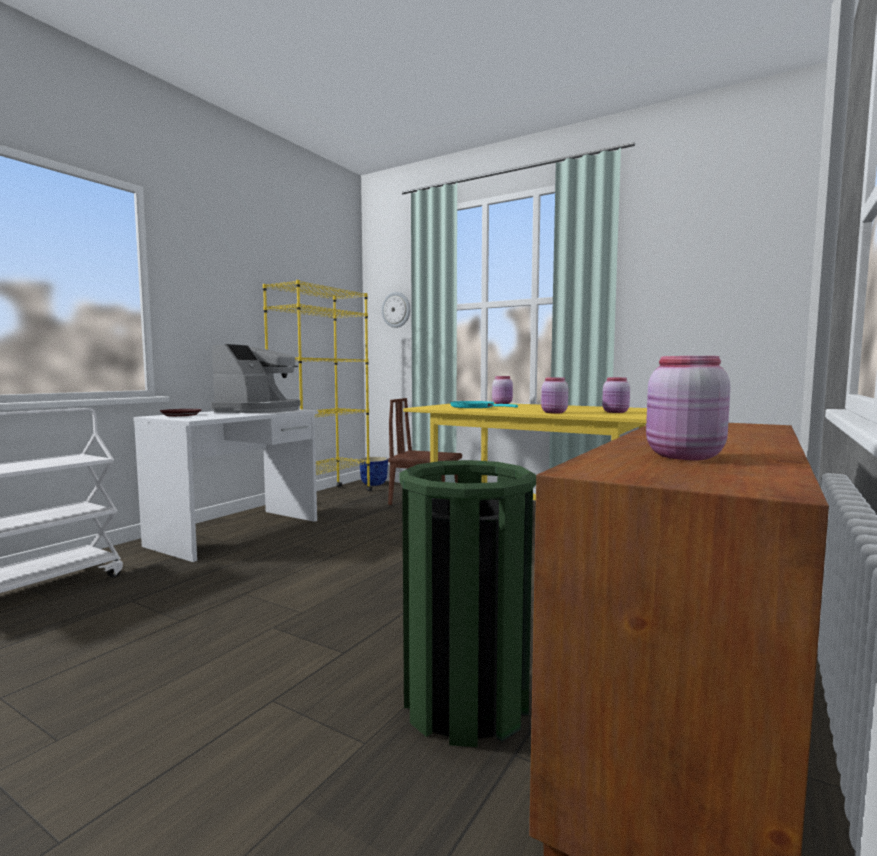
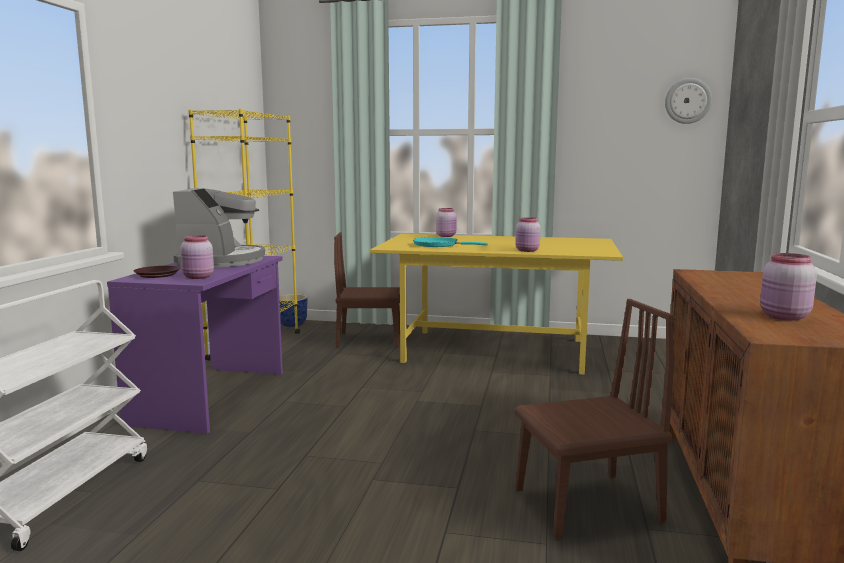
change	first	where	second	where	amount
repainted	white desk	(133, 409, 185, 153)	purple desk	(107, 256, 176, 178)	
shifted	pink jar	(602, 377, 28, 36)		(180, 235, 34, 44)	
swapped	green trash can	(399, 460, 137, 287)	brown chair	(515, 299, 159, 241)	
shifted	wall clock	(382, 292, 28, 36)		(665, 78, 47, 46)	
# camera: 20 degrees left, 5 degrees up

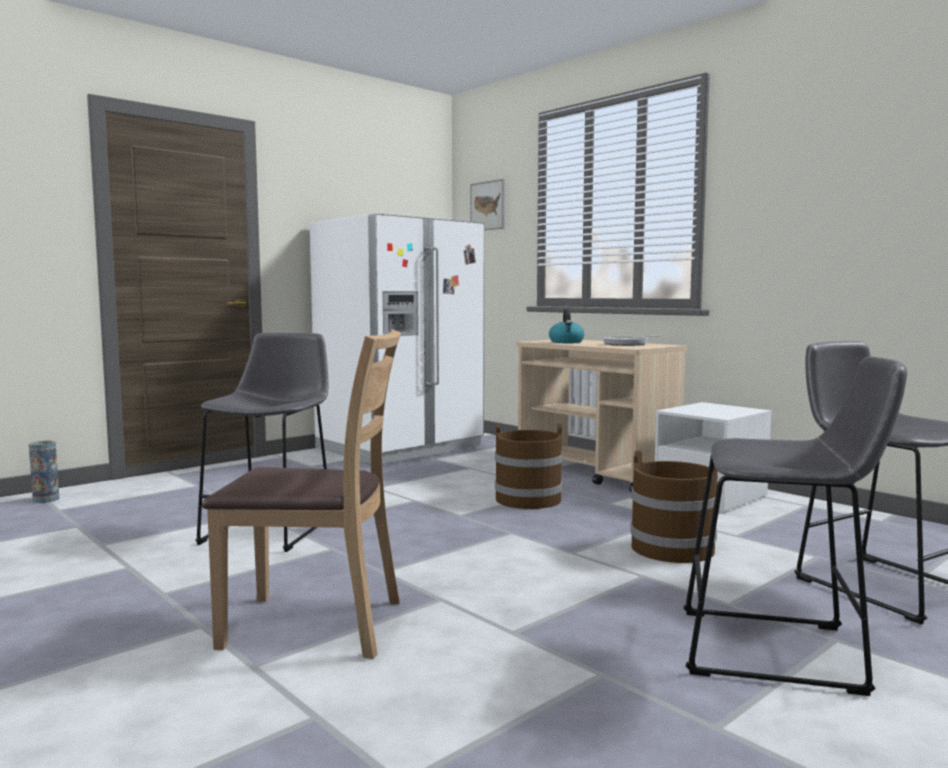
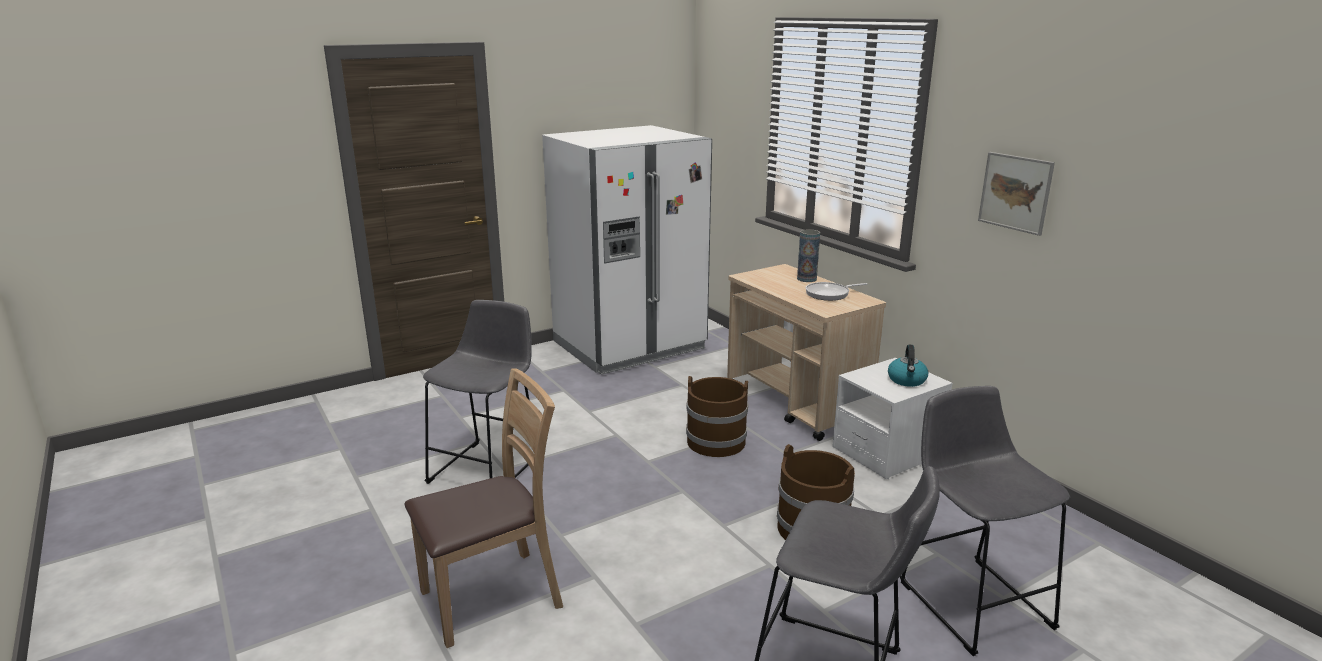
change	first	where	second	where	amount
rotated	brown chair	(202, 330, 199, 329)		(405, 369, 158, 279)	45 degrees counterclockwise
shifted	vase	(29, 441, 30, 62)		(797, 229, 23, 53)	
shifted	kettle	(549, 308, 35, 35)		(888, 345, 40, 42)	
shifted	picture	(470, 179, 35, 51)		(978, 152, 77, 84)	
# camera: 10 degrees right, 15 degrees up

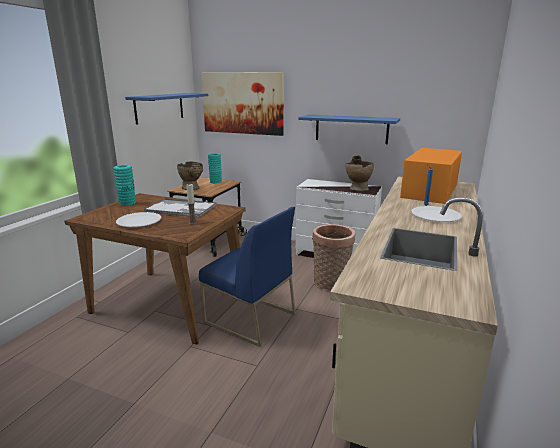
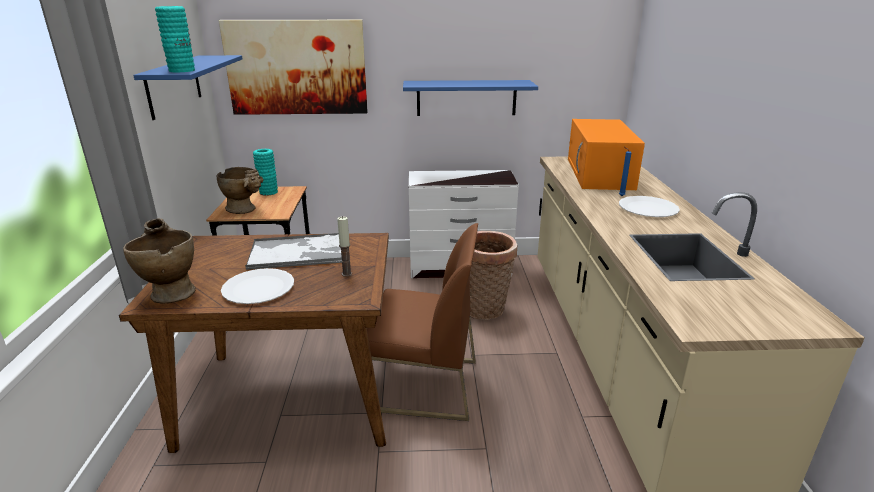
change	first	where	second	where	amount
shifted	beige vase	(346, 156, 28, 35)		(123, 218, 73, 86)	
shifted	turquoise vase	(113, 165, 23, 41)		(155, 6, 40, 66)	
repainted	blue chair	(199, 207, 97, 140)	brown chair	(367, 223, 111, 198)	
# camera: 25 degrees left, 5 degrees up

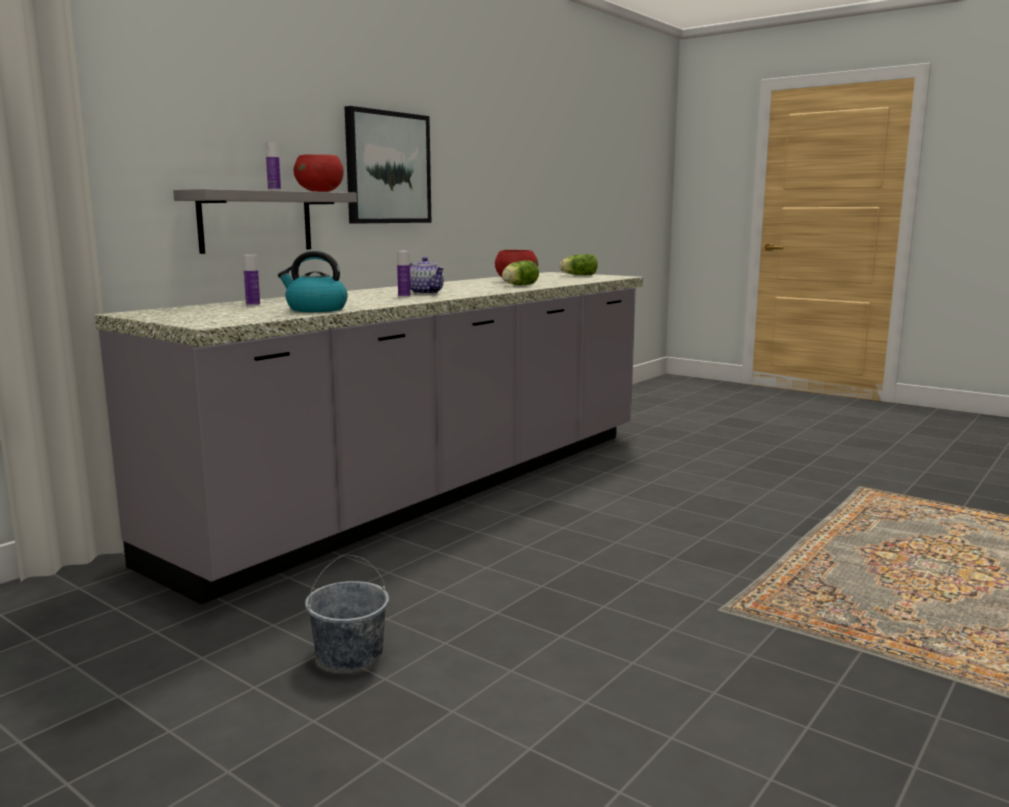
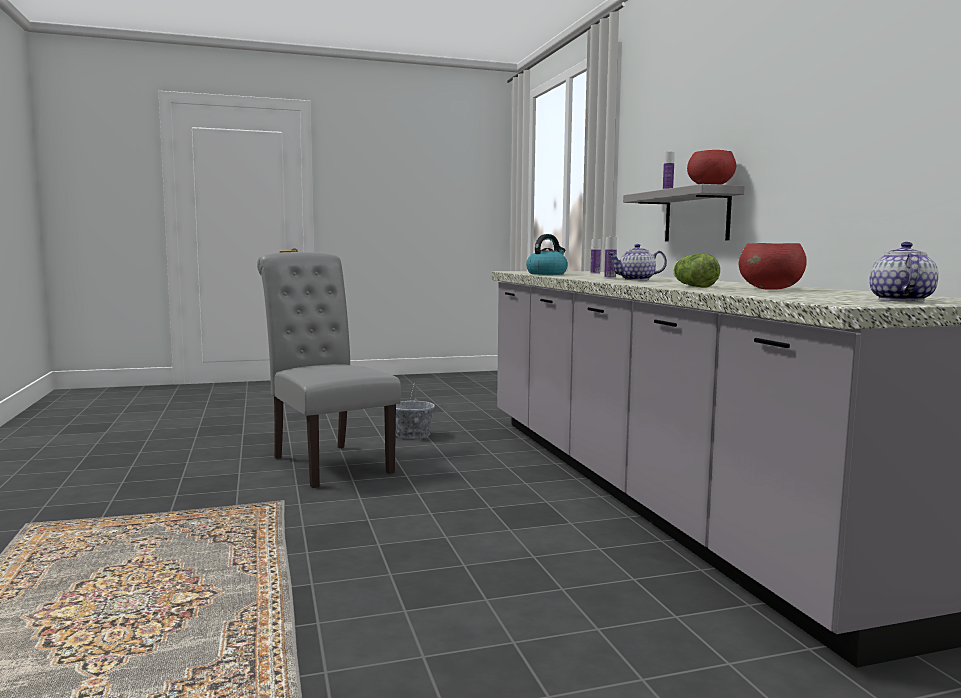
change	first	where	second	where	amount
new			grey chair	(257, 252, 144, 236)	
swapped	lettuce	(559, 254, 39, 21)	teapot	(870, 242, 69, 60)	
gone	picture	(345, 106, 86, 118)			
# camera: 125 degrees right, 5 degrees down

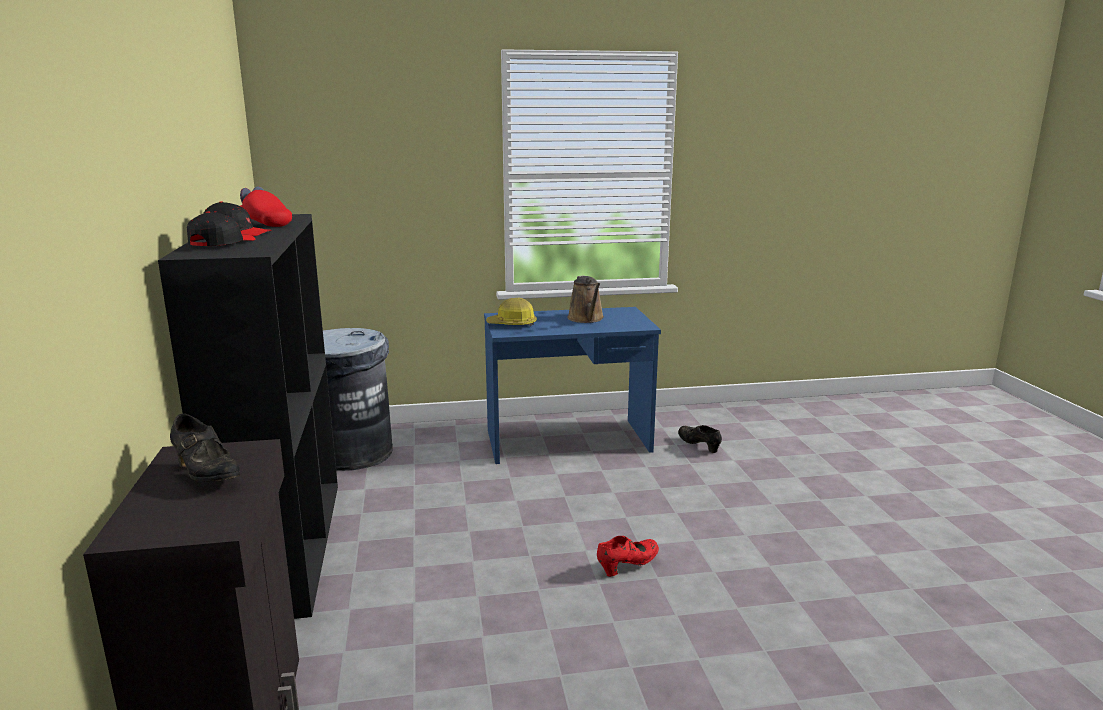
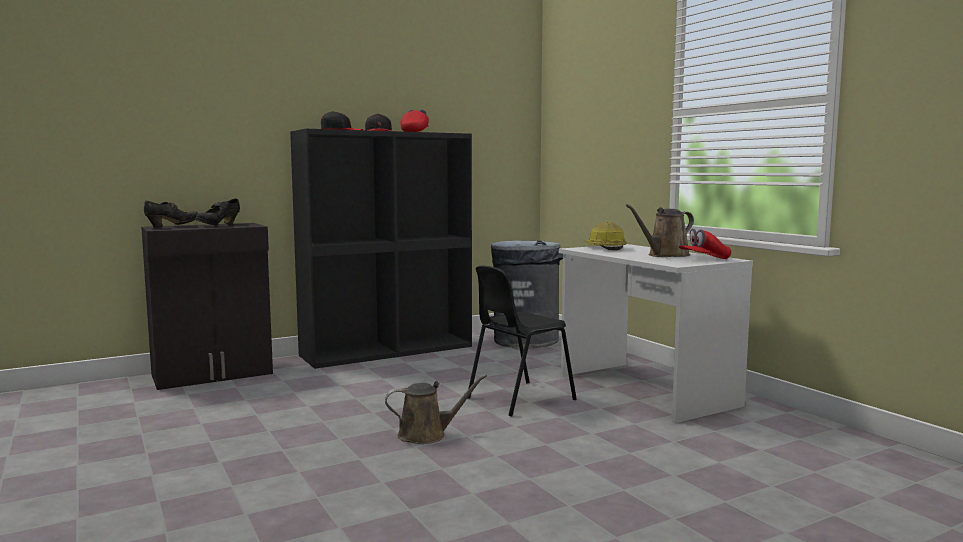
change	first	where	second	where	amount
shifted	black shoe	(678, 425, 44, 28)		(144, 201, 54, 27)	
swapped	red shoe	(597, 536, 62, 41)	brown watering can	(385, 374, 102, 70)	
new			black chair	(468, 266, 109, 151)	
repainted	blue desk	(484, 307, 177, 157)	white desk	(559, 244, 194, 179)	
new			red cap	(679, 228, 52, 31)	
# camera: 70 degrees right, 10 degrees down

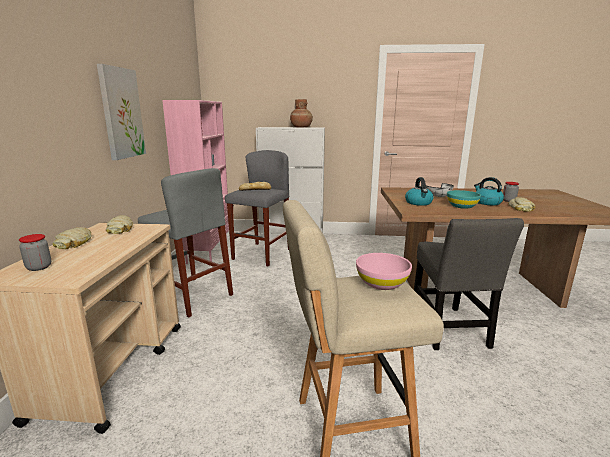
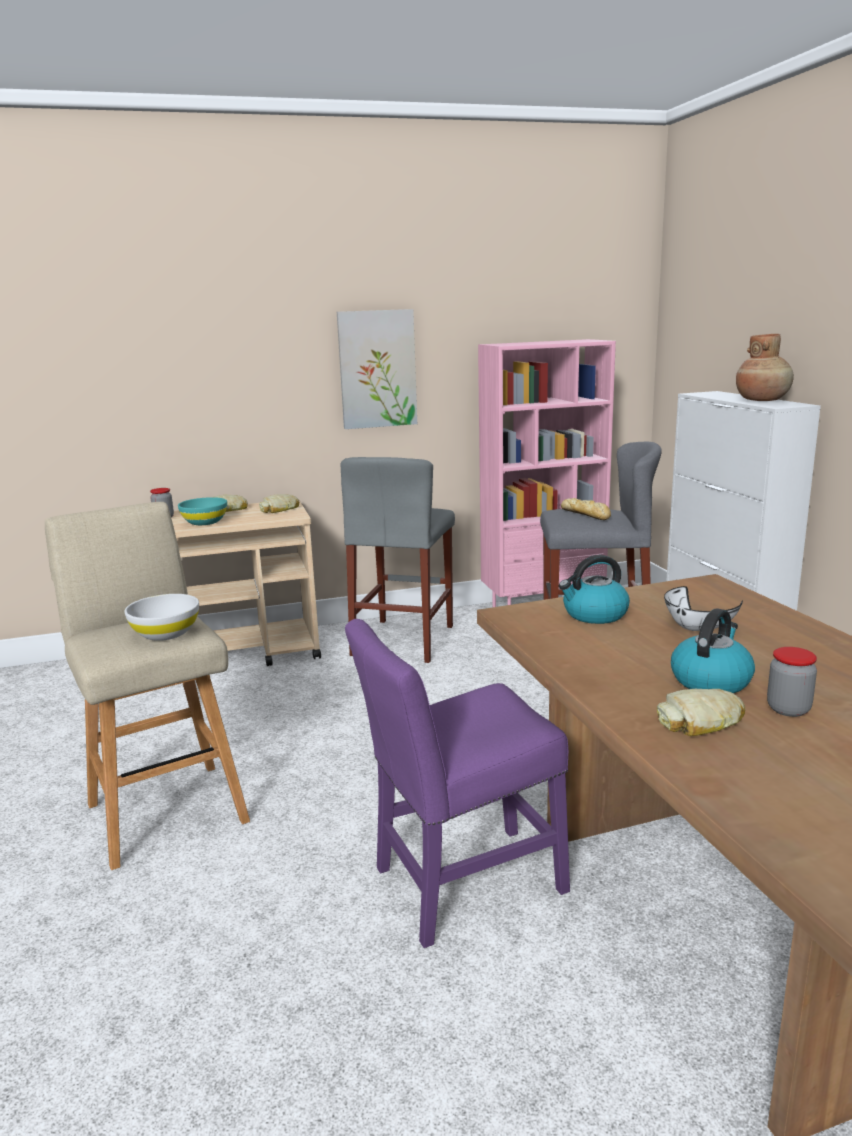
change	first	where	second	where	amount
repainted	pink bowl	(356, 253, 56, 37)	white bowl	(124, 594, 75, 47)	
shifted	turquoise bowl	(447, 190, 34, 19)		(178, 497, 49, 28)	
repainted	grey chair	(414, 218, 110, 132)	purple chair	(345, 619, 225, 329)	
# camera: 70 degrees right, 0 degrees up

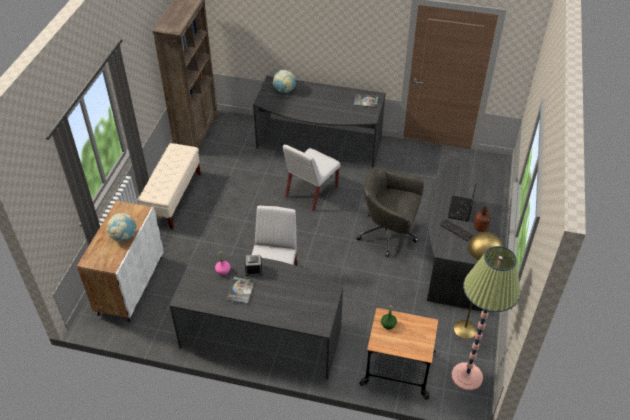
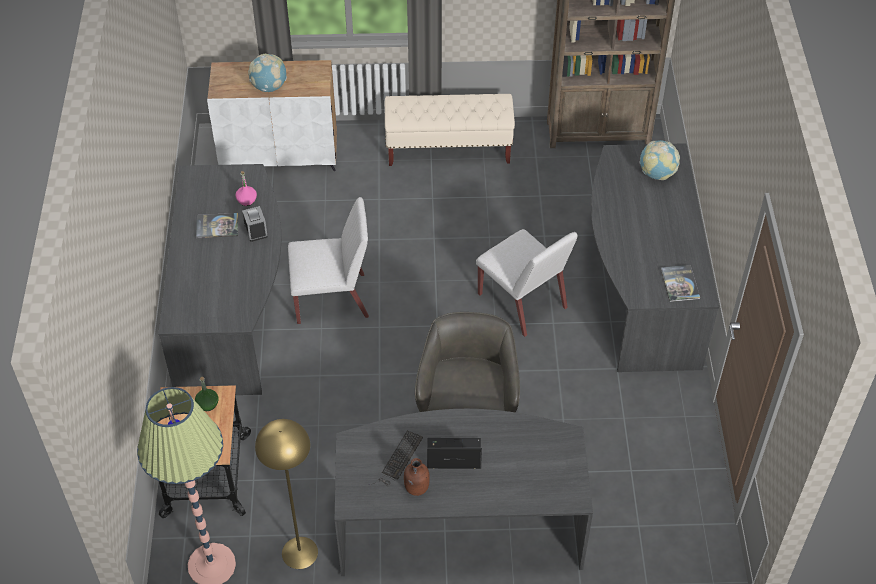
change	first	where	second	where	amount
rotated	white chair	(283, 145, 58, 67)		(476, 229, 102, 108)	150 degrees counterclockwise
# camera: 75 degrees right, 5 degrees up

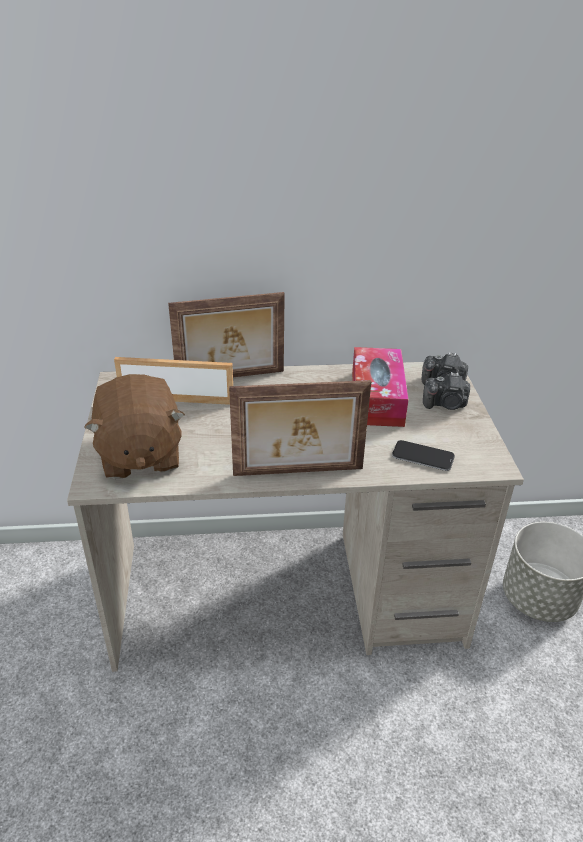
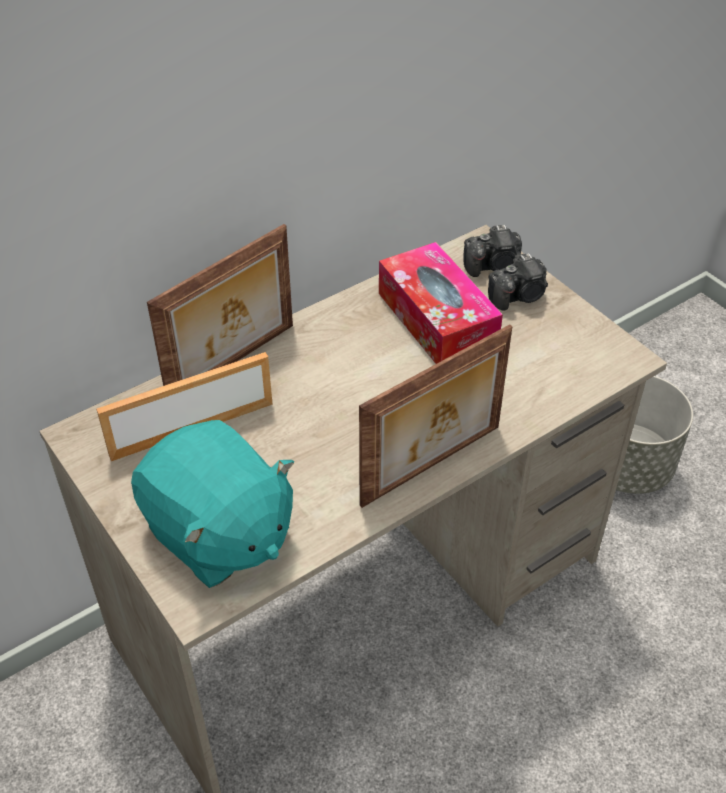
change	first	where	second	where	amount
repainted	brown plush toy	(84, 374, 101, 105)	turquoise plush toy	(131, 420, 163, 168)	
gone	phone	(392, 440, 63, 31)			
# camera: 30 degrees left, 10 degrees up

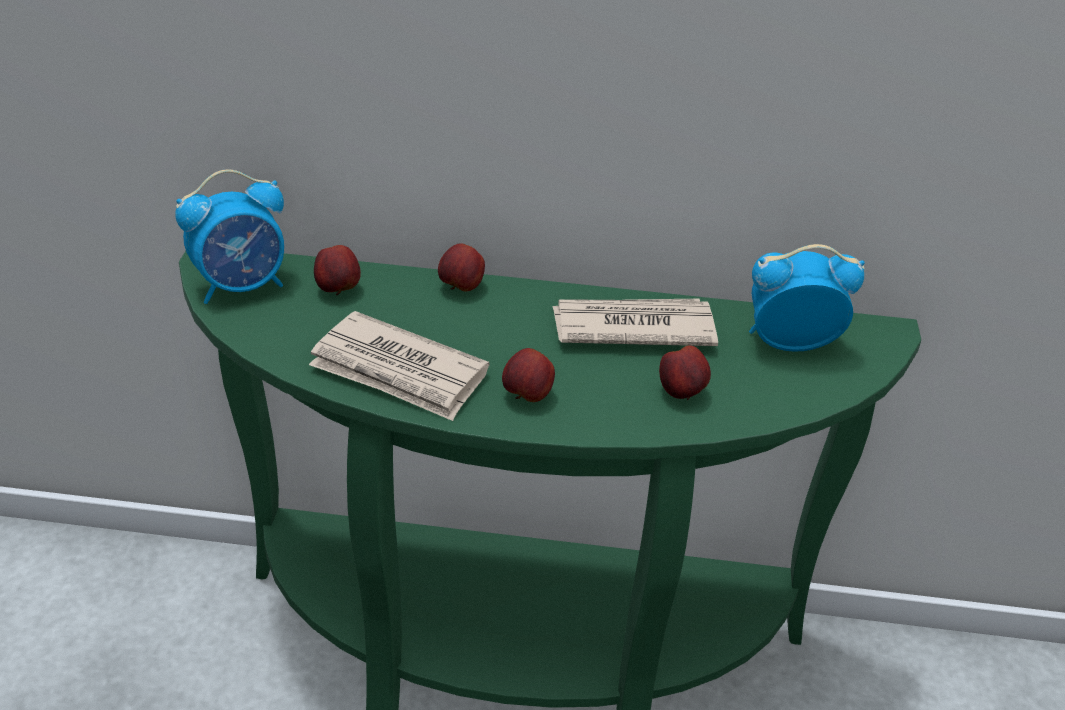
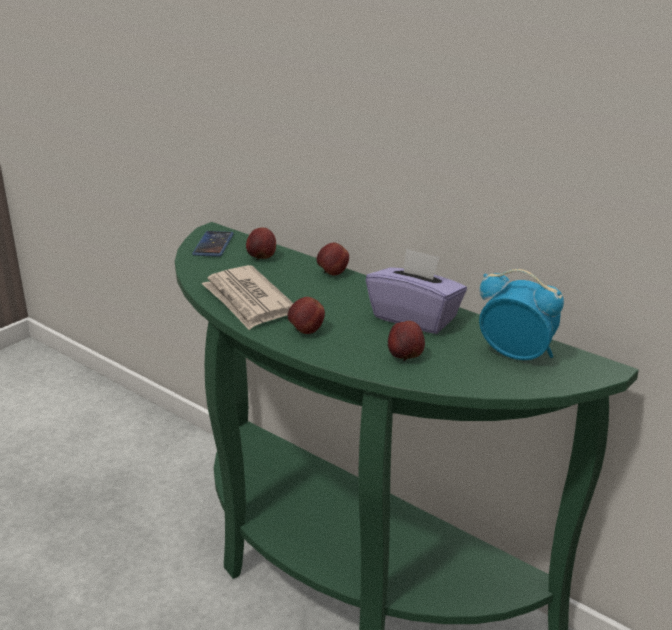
change	first	where	second	where	amount
swapped	alarm clock	(175, 169, 109, 135)	phone	(192, 231, 42, 26)	
swapped	newspaper	(552, 299, 166, 47)	purple tissue box	(366, 248, 101, 86)	
# camera: 35 degrees right, 10 degrees down

